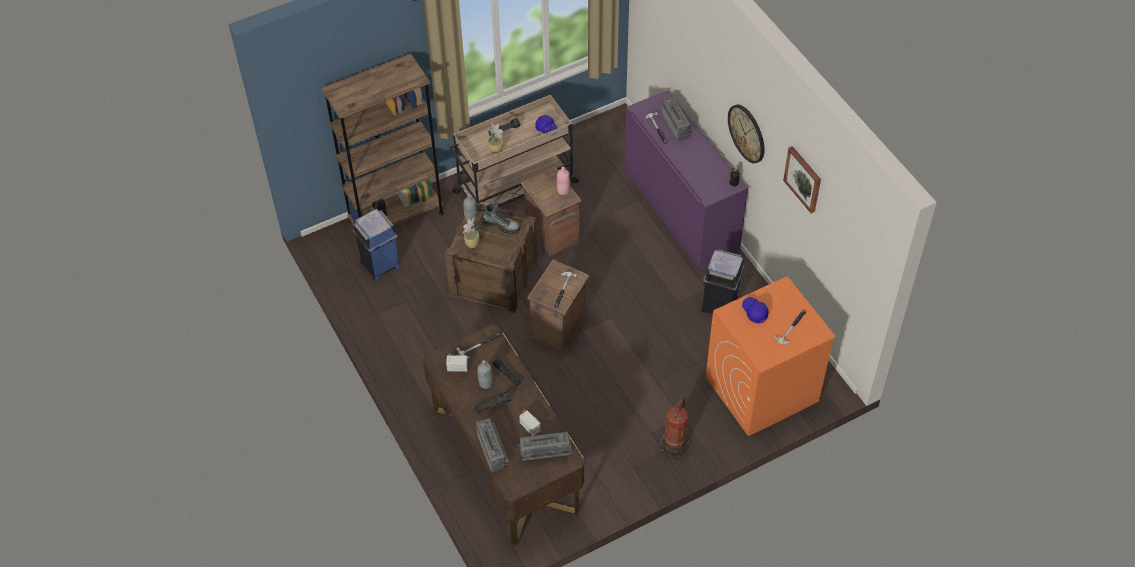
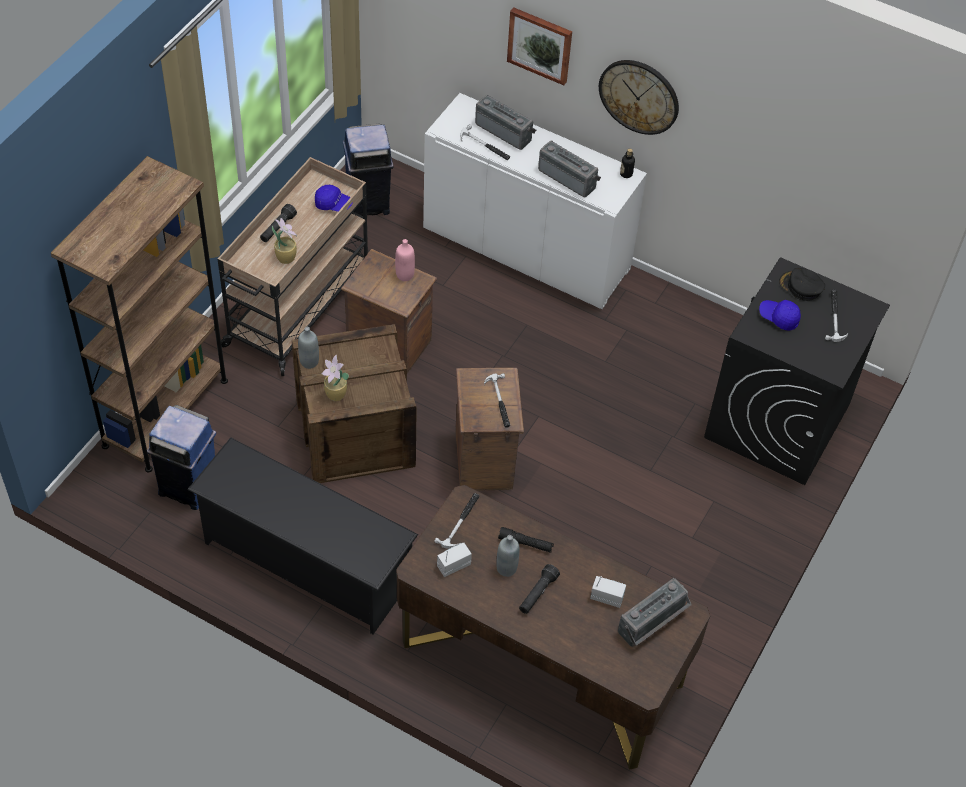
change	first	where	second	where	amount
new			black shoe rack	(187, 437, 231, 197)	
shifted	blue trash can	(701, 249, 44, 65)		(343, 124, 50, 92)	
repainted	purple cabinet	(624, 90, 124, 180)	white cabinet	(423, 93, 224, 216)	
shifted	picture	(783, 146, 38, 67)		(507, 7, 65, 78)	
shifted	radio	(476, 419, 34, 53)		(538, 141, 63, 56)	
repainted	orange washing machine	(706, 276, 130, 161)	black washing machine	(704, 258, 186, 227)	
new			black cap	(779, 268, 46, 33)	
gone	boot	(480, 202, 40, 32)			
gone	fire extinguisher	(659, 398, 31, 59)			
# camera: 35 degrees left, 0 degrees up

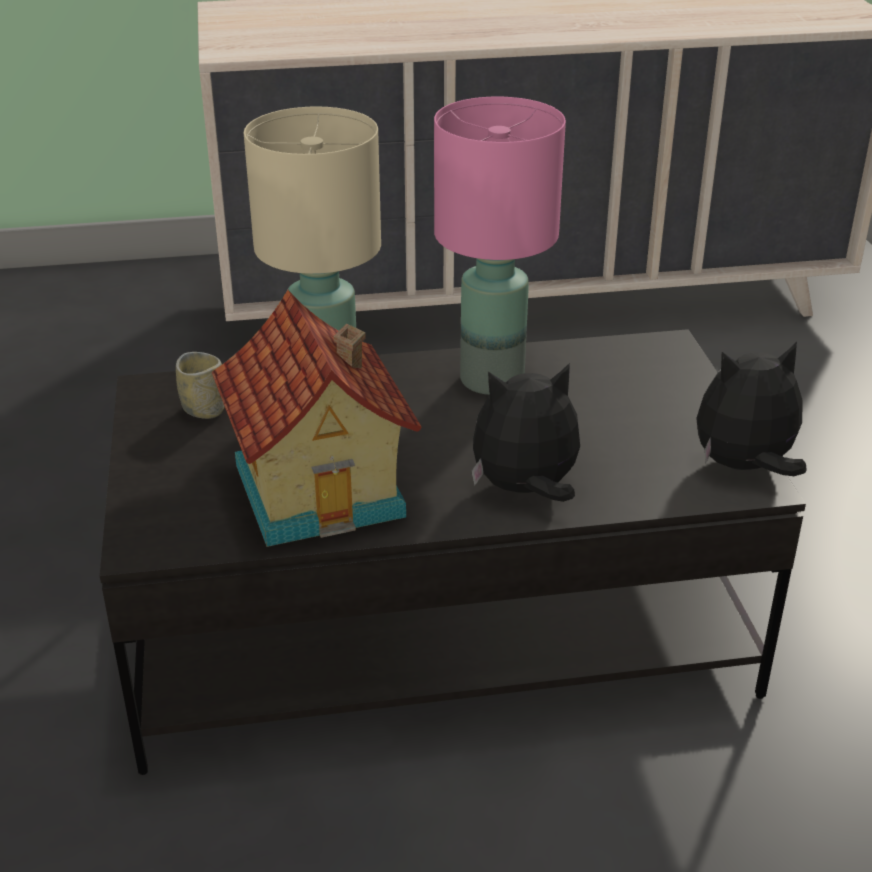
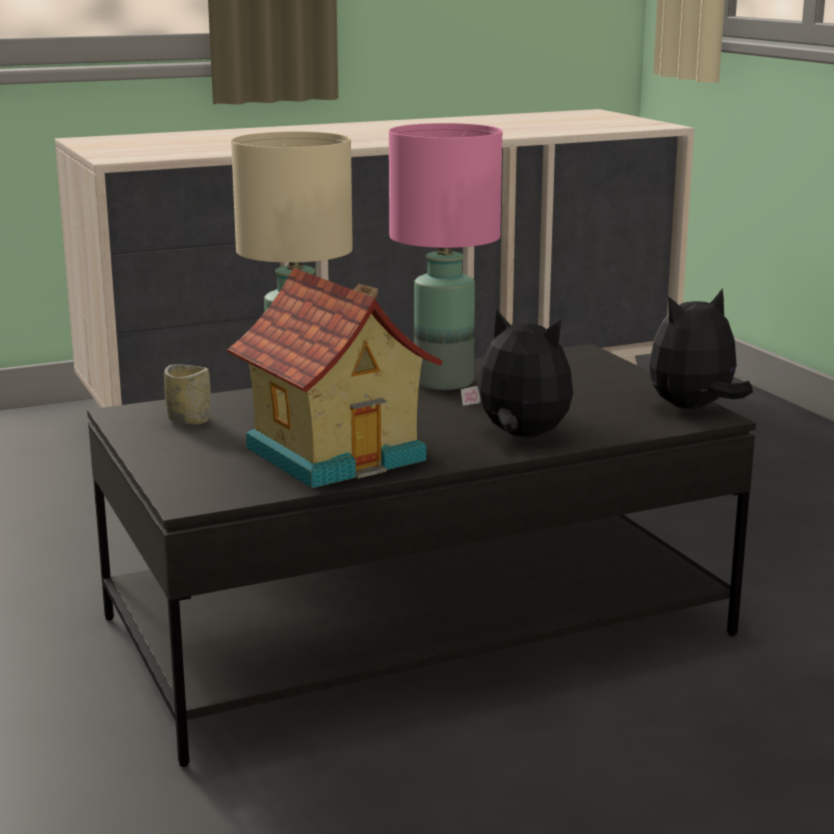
change	first	where	second	where	amount
rotated	plush toy	(471, 363, 109, 139)		(461, 309, 112, 128)	60 degrees clockwise
# camera: 15 degrees left, 15 degrees down

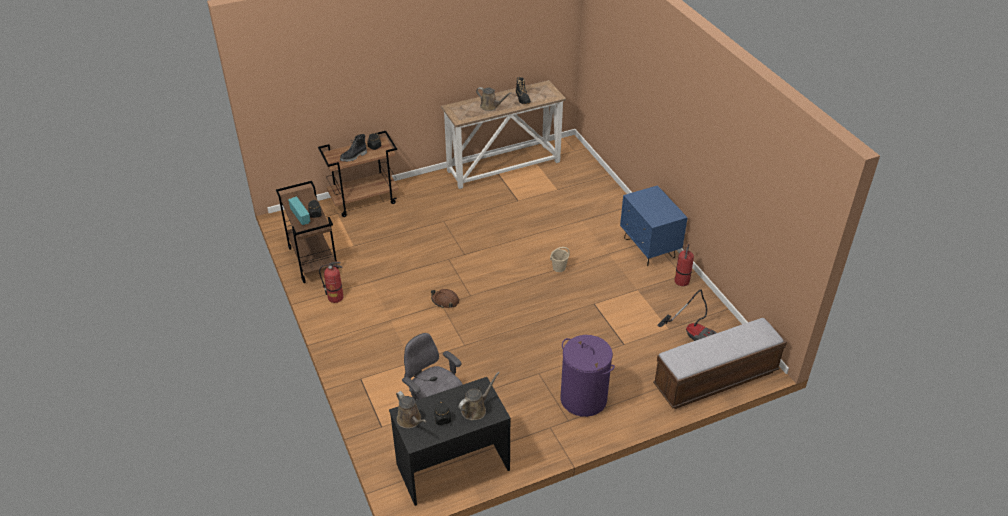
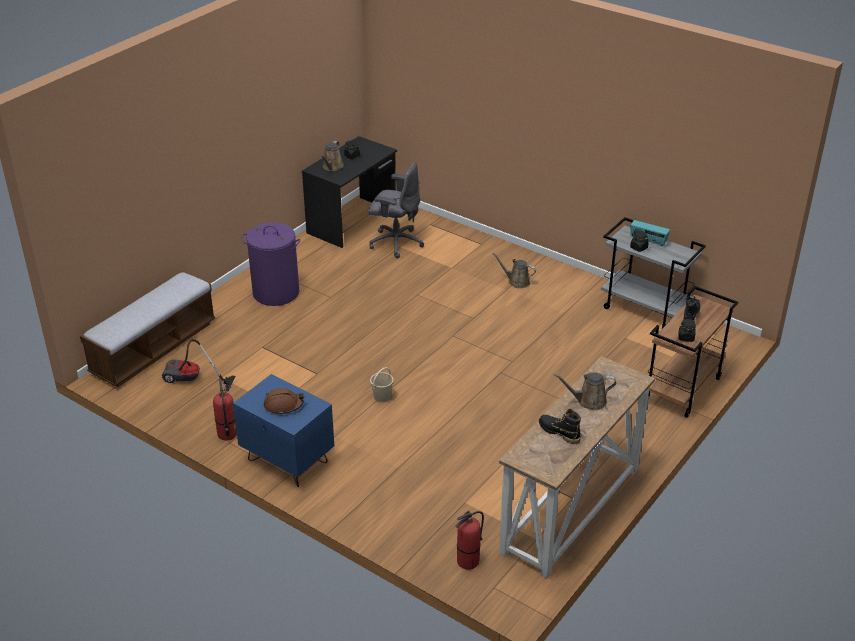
change	first	where	second	where	amount
shifted	brown hard hat	(431, 289, 28, 19)		(264, 388, 40, 27)	
shifted	fire extinguisher	(319, 262, 24, 41)		(455, 511, 29, 59)	
shifted	brown watering can	(396, 391, 30, 37)		(492, 252, 44, 36)	
repainted	brown cart	(276, 181, 63, 102)	grey cart	(601, 217, 105, 112)	
# camera: 150 degrees right, 5 degrees down

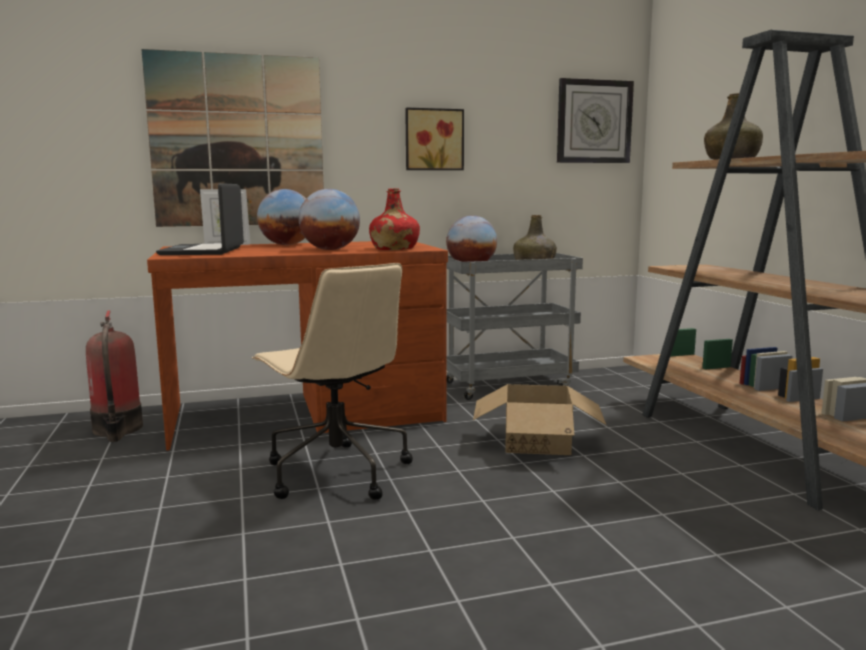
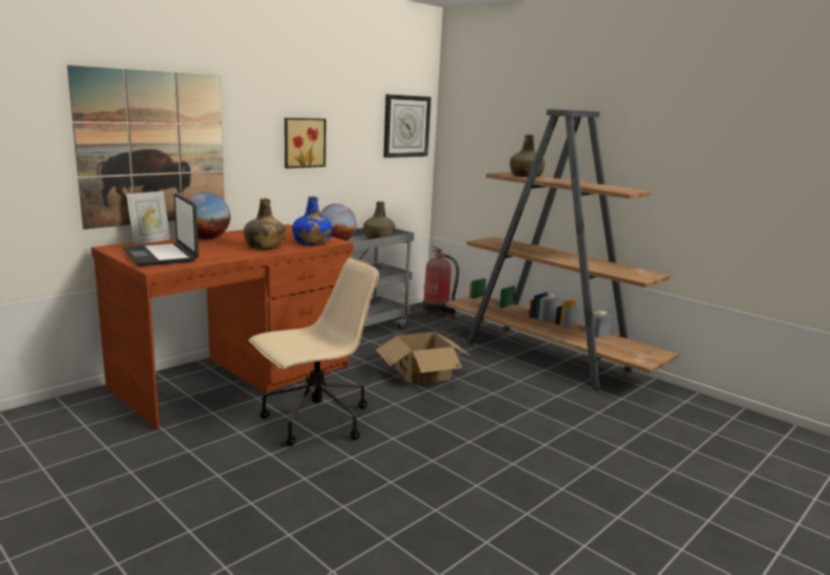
change	first	where	second	where	amount
swapped	globe	(299, 189, 61, 61)	green bottle	(244, 198, 42, 52)	
rotated	beige office chair	(252, 263, 161, 237)		(249, 258, 130, 188)	60 degrees counterclockwise
repainted	red bottle	(369, 188, 51, 62)	blue bottle	(292, 196, 40, 49)	
shifted	fire extinguisher	(86, 310, 57, 132)		(423, 246, 36, 73)	
# camera: 30 degrees left, 5 degrees up

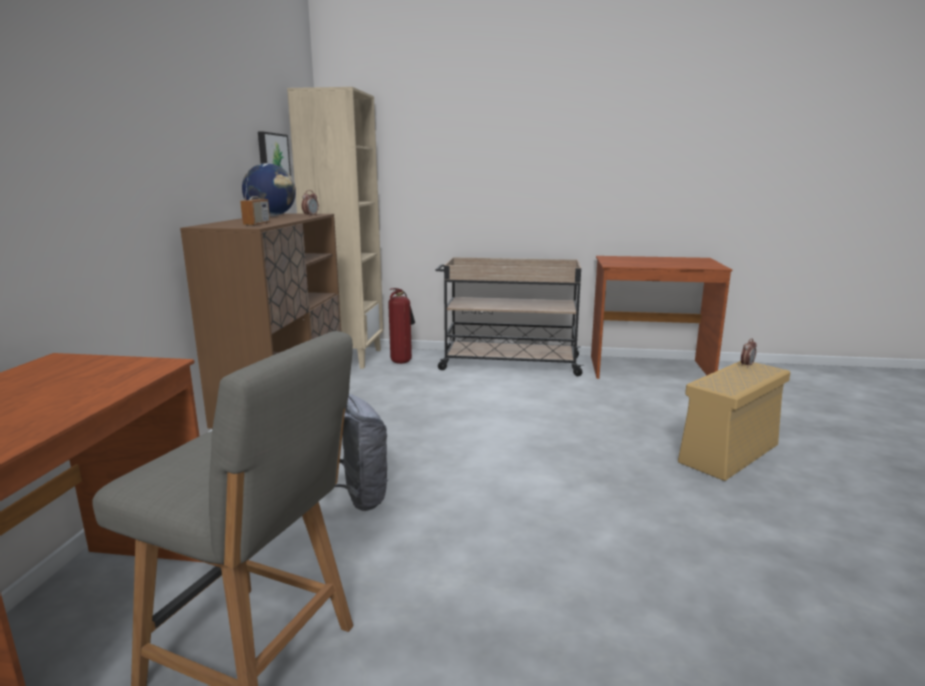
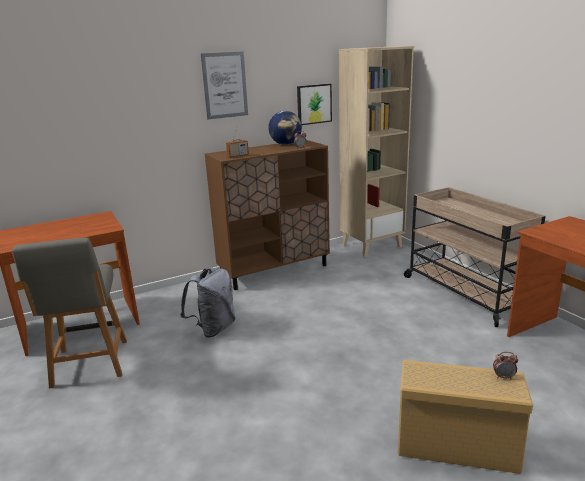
change	first	where	second	where	amount
new			picture	(201, 51, 47, 68)	
gone	fire extinguisher	(388, 288, 27, 76)			
# camera: 55 degrees right, 5 degrees up

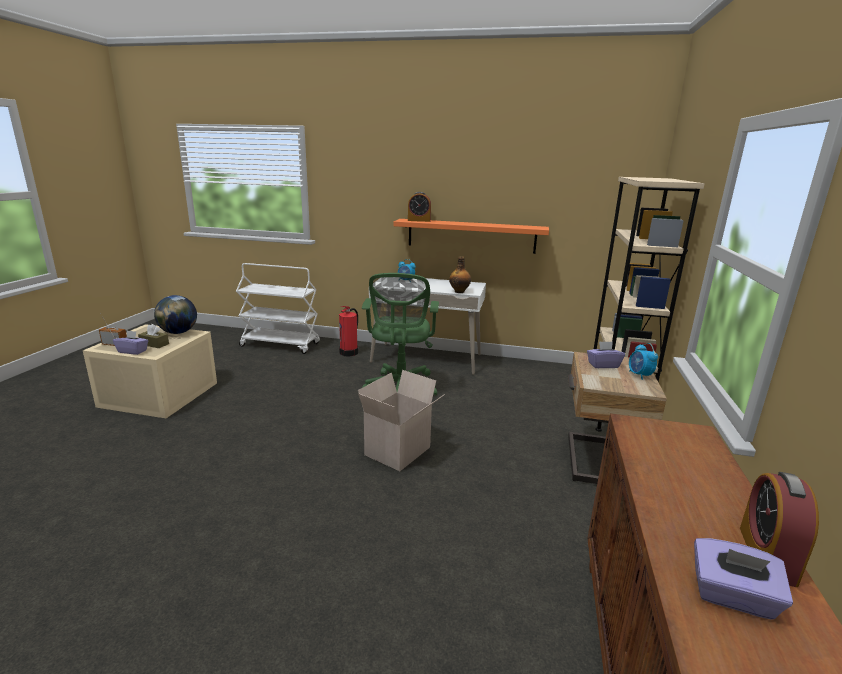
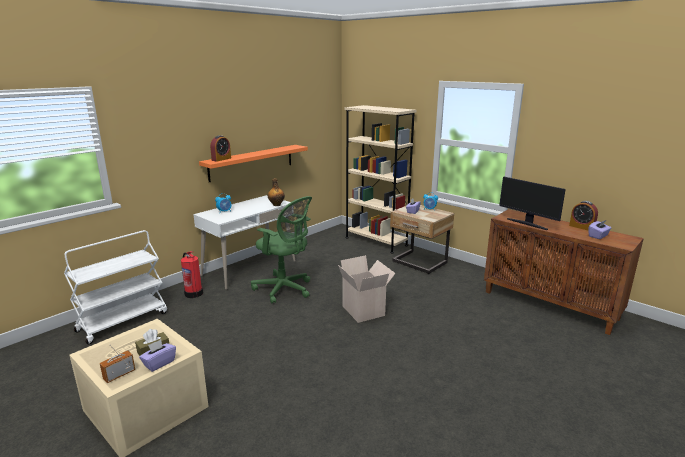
change	first	where	second	where	amount
new			monitor	(499, 177, 67, 53)	
gone	globe	(154, 295, 43, 39)			
# camera: 60 degrees left, 0 degrees up

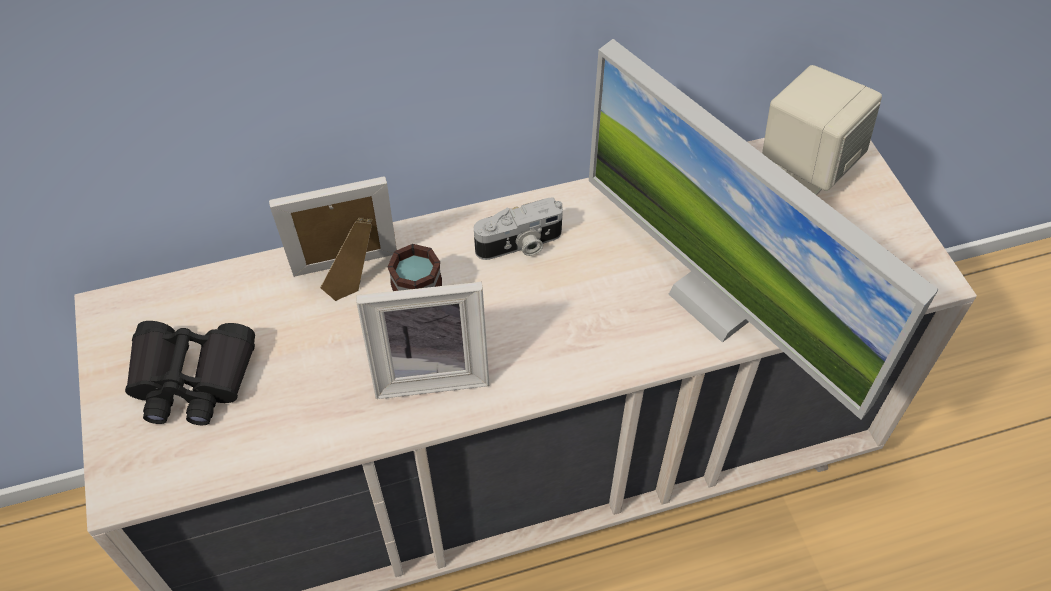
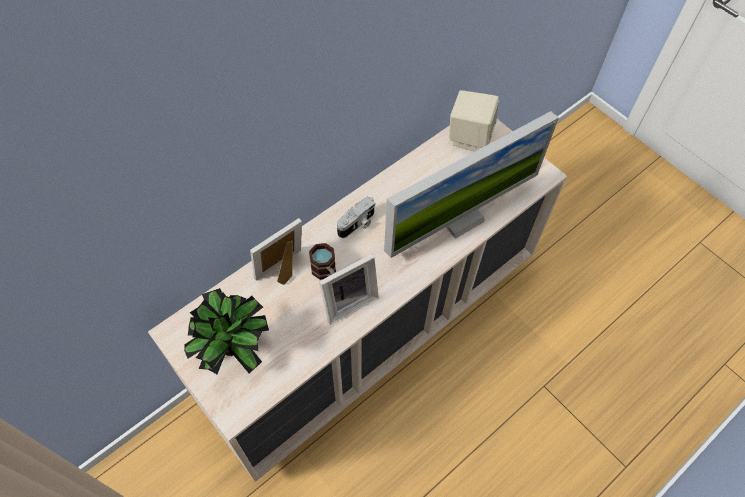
change	first	where	second	where	amount
swapped	black binoculars	(125, 321, 130, 104)	potted plant	(184, 288, 85, 86)	
rotated	monitor	(589, 39, 350, 381)		(384, 111, 175, 147)	60 degrees counterclockwise
# camera: 25 degrees left, 5 degrees up

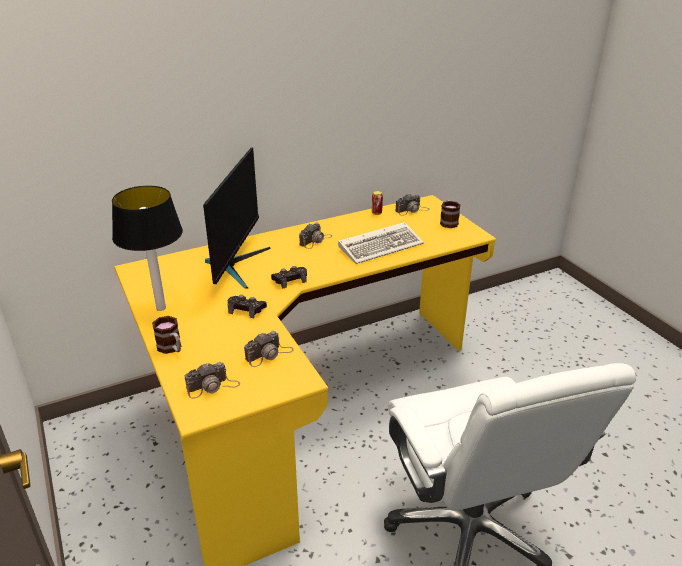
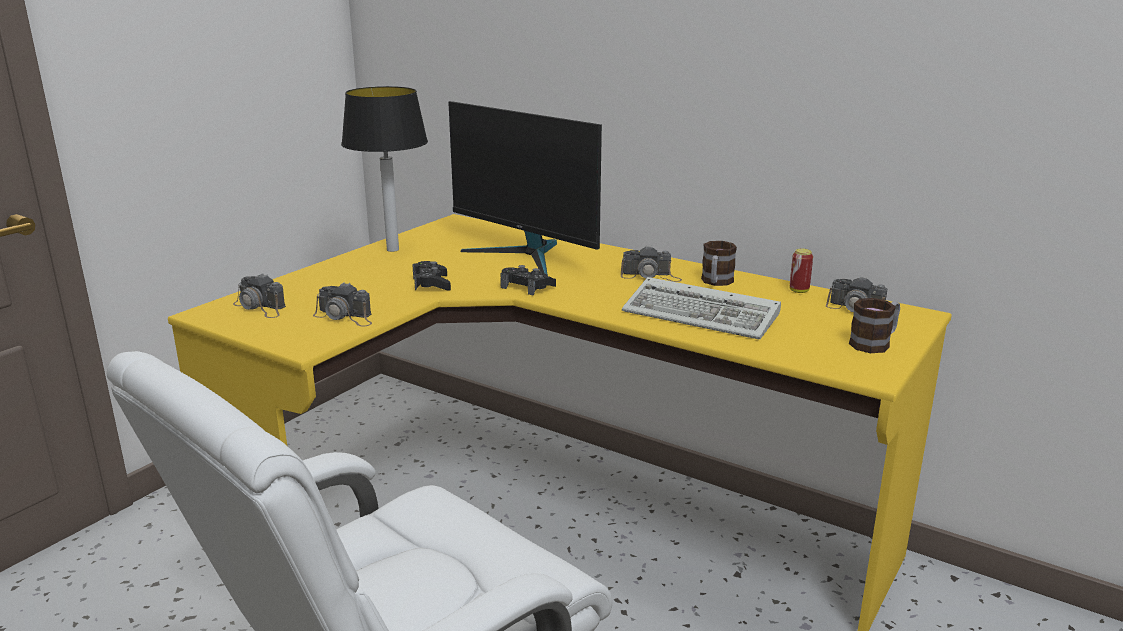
change	first	where	second	where	amount
rotated	monitor	(203, 148, 68, 141)		(448, 101, 154, 175)	60 degrees clockwise
shifted	mug	(152, 316, 29, 38)		(701, 241, 36, 45)	
# camera: 60 degrees right, 10 degrees down

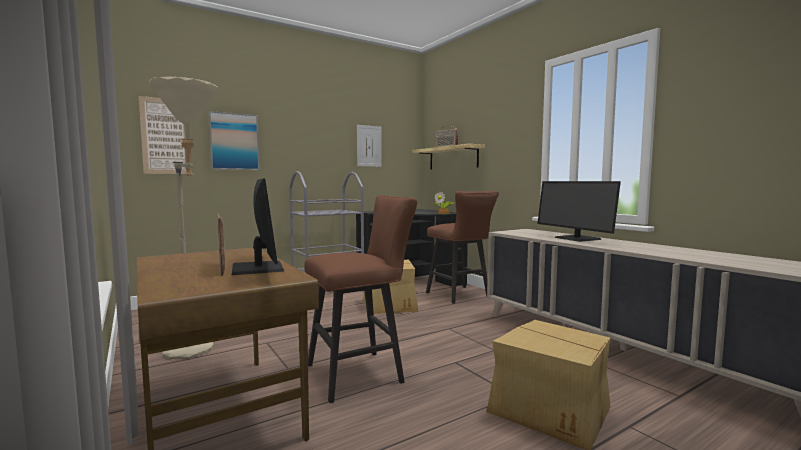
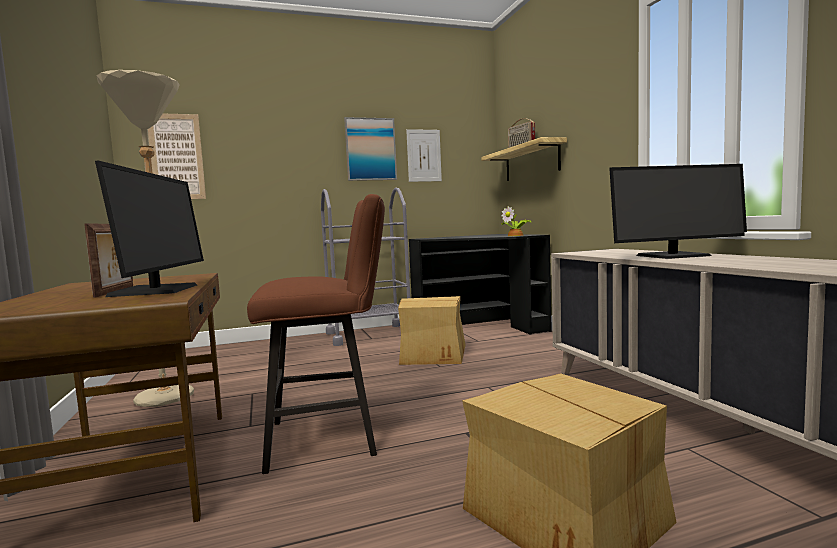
change	first	where	second	where	amount
shifted	picture	(208, 111, 52, 59)		(344, 117, 53, 64)	
rotated	monitor	(537, 181, 84, 61)		(609, 164, 138, 95)	90 degrees counterclockwise
gone	brown stool	(426, 191, 73, 113)			
# camera: 15 degrees right, 0 degrees up

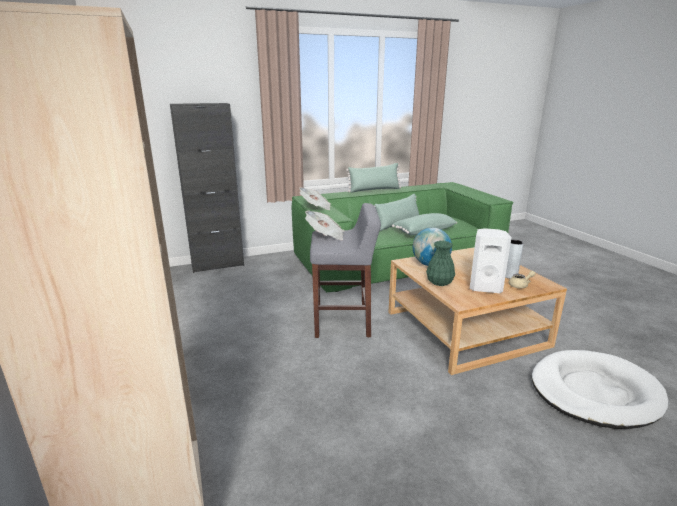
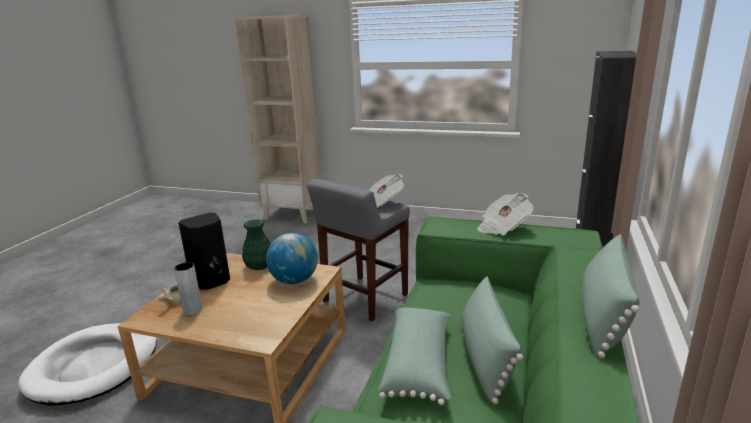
change	first	where	second	where	amount
repainted	white speaker	(469, 228, 43, 65)	black speaker	(178, 213, 52, 77)	
# camera: 130 degrees right, 0 degrees up

